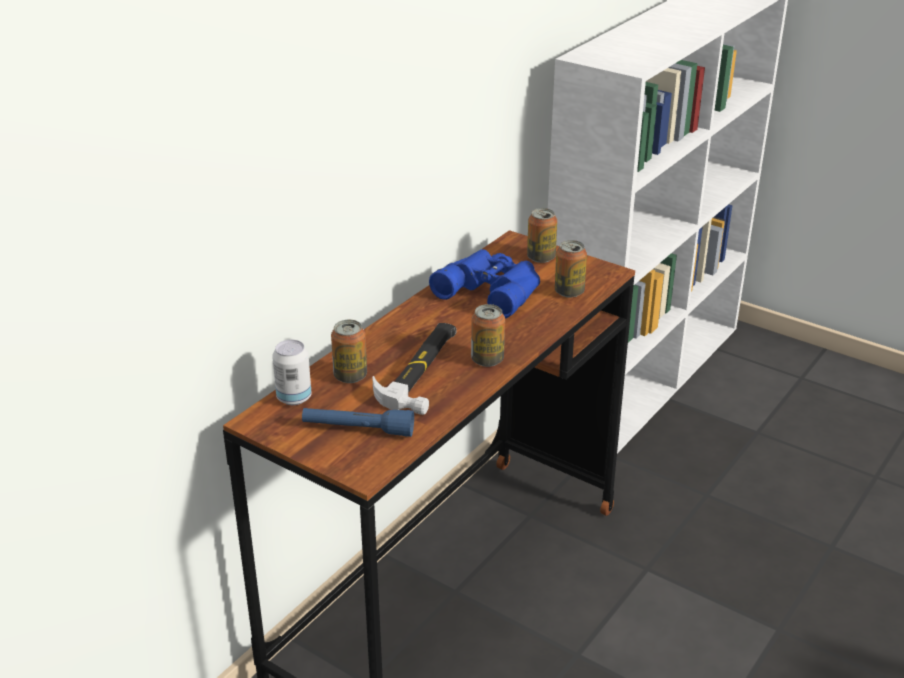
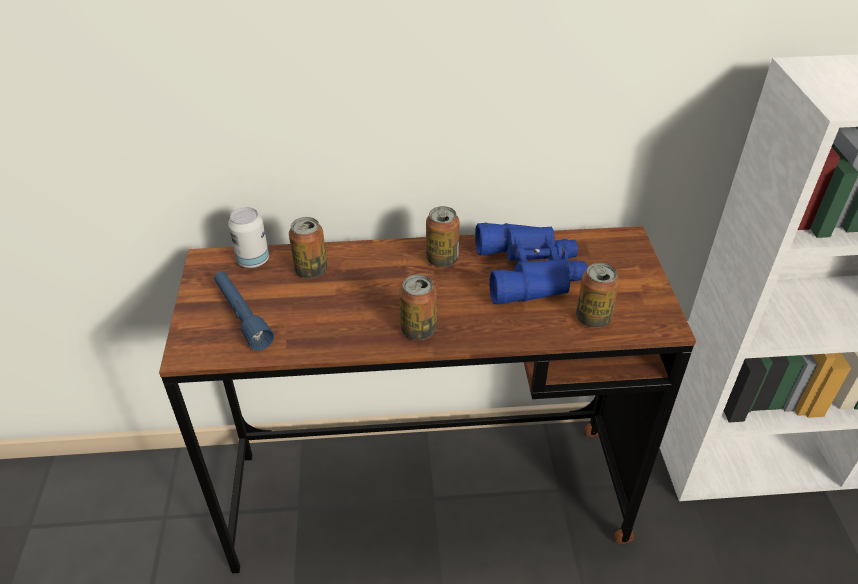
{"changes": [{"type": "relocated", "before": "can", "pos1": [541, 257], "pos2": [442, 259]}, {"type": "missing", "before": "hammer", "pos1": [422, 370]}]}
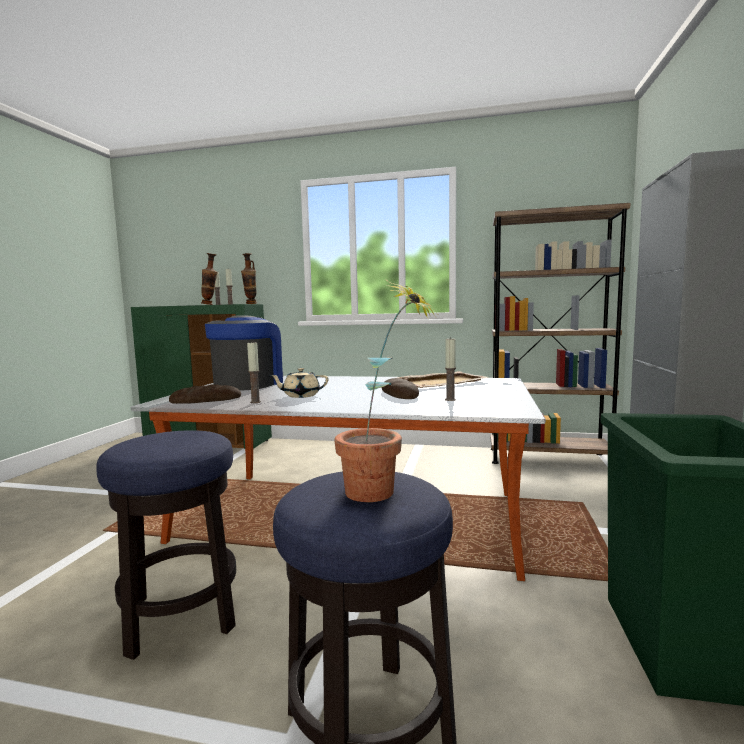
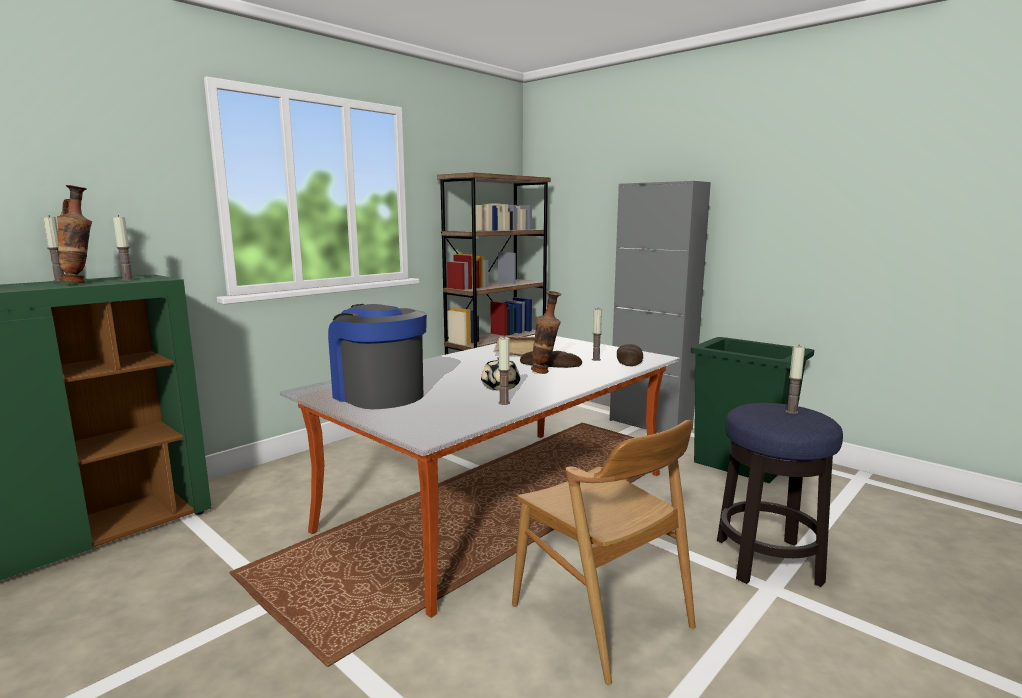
{"changes": [{"type": "relocated", "before": "vase", "pos1": [250, 304], "pos2": [545, 372]}, {"type": "exchanged", "before": "potted plant", "after": "candle", "pos1": [383, 495], "pos2": [791, 411]}, {"type": "relocated", "before": "bread", "pos1": [206, 400], "pos2": [629, 359]}, {"type": "exchanged", "before": "stool", "after": "brown chair", "pos1": [181, 616], "pos2": [601, 616]}]}
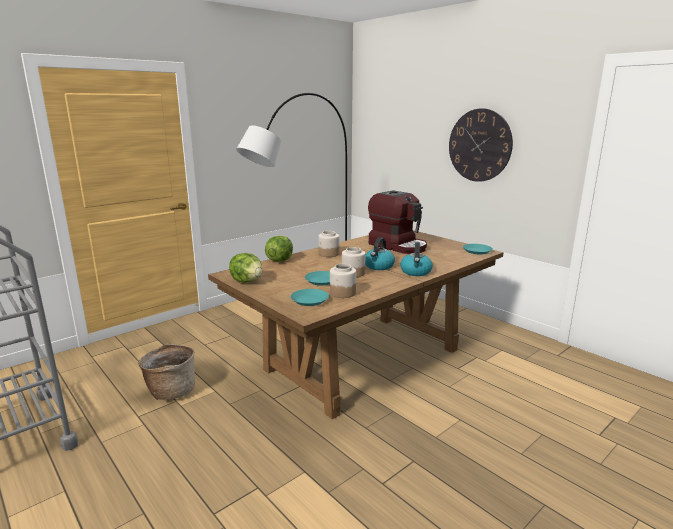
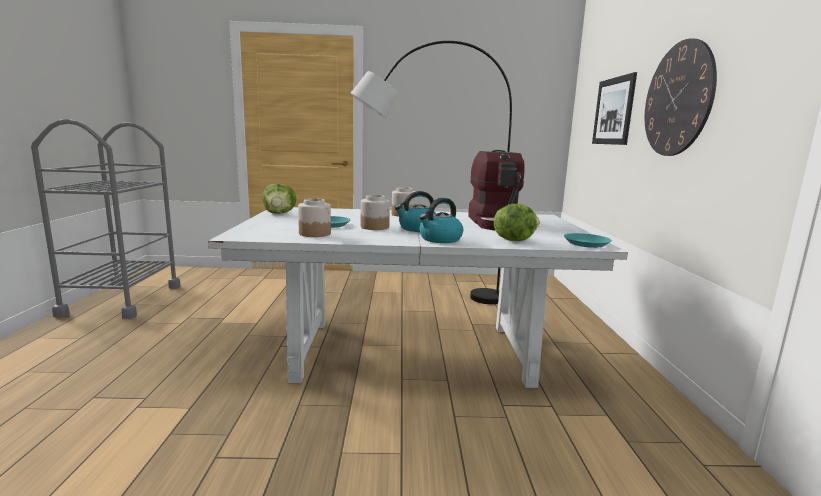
{"changes": [{"type": "colour", "before": "brown dining table", "after": "white dining table", "pos1": [364, 359], "pos2": [413, 351]}, {"type": "relocated", "before": "lettuce", "pos1": [279, 260], "pos2": [514, 240]}, {"type": "missing", "before": "turquoise plate", "pos1": [309, 300]}, {"type": "missing", "before": "basket", "pos1": [171, 390]}, {"type": "appeared", "after": "picture", "pos2": [613, 111]}]}
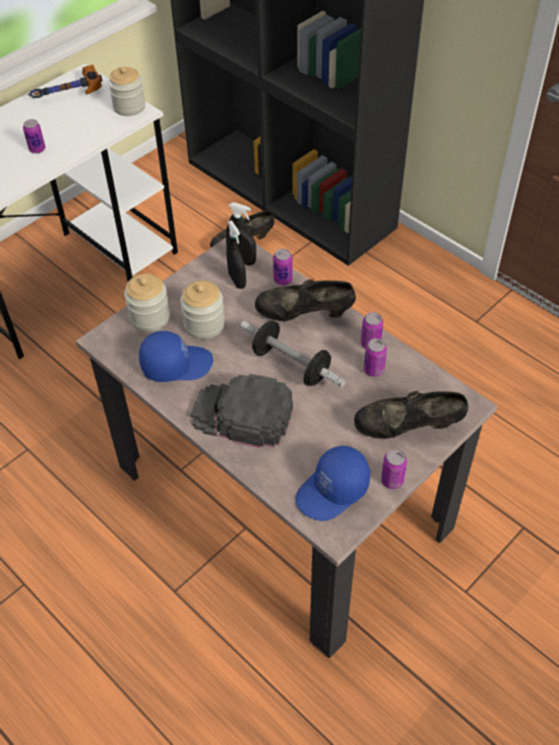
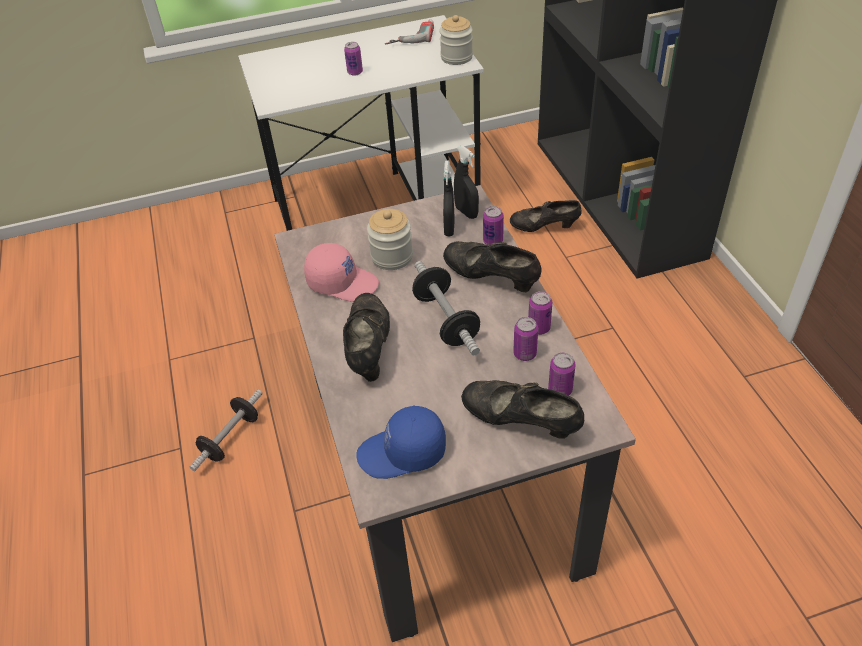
{"changes": [{"type": "exchanged", "before": "hammer", "after": "power drill", "pos1": [67, 95], "pos2": [410, 36]}, {"type": "missing", "before": "jar", "pos1": [150, 317]}, {"type": "colour", "before": "blue cap", "after": "pink cap", "pos1": [176, 364], "pos2": [342, 282]}, {"type": "exchanged", "before": "black cap", "after": "black shoe", "pos1": [242, 415], "pos2": [368, 348]}, {"type": "relocated", "before": "can", "pos1": [392, 480], "pos2": [560, 390]}, {"type": "appeared", "after": "dumbbell", "pos2": [231, 438]}]}
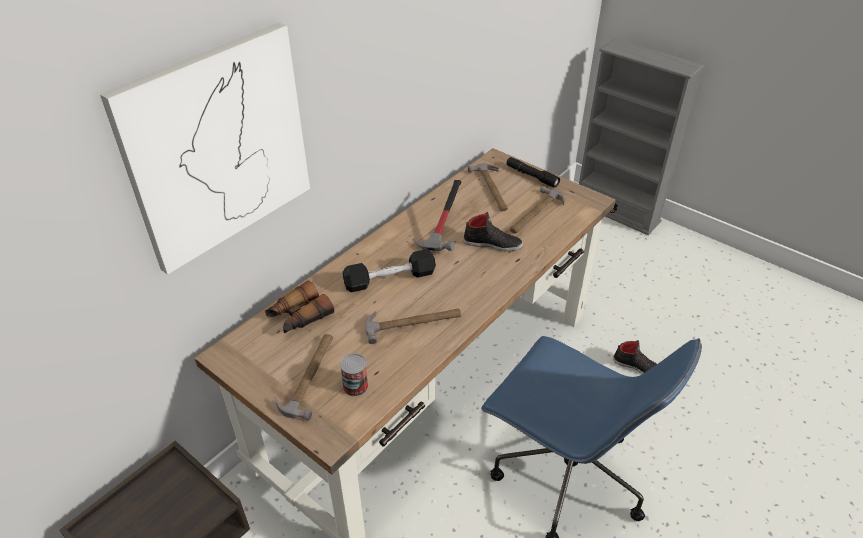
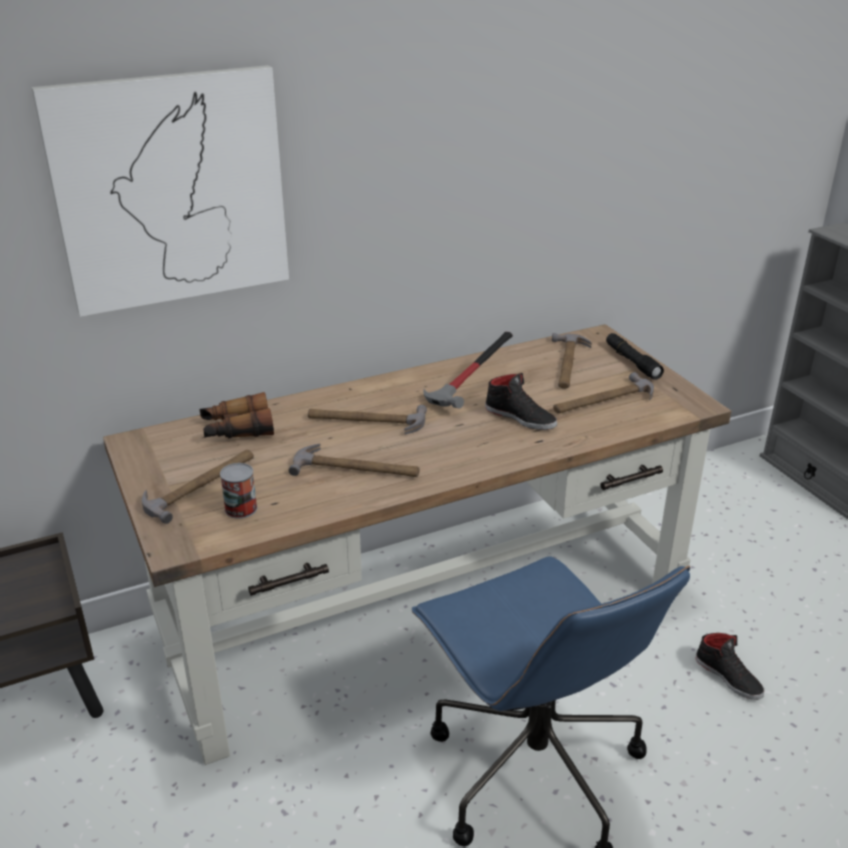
{"changes": [{"type": "exchanged", "before": "black dumbbell", "after": "hammer", "pos1": [390, 279], "pos2": [366, 421]}]}
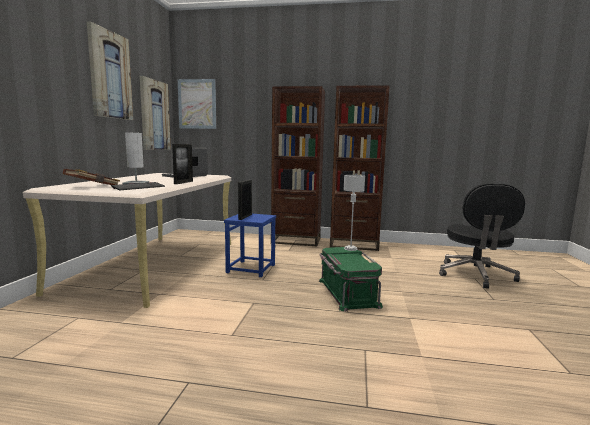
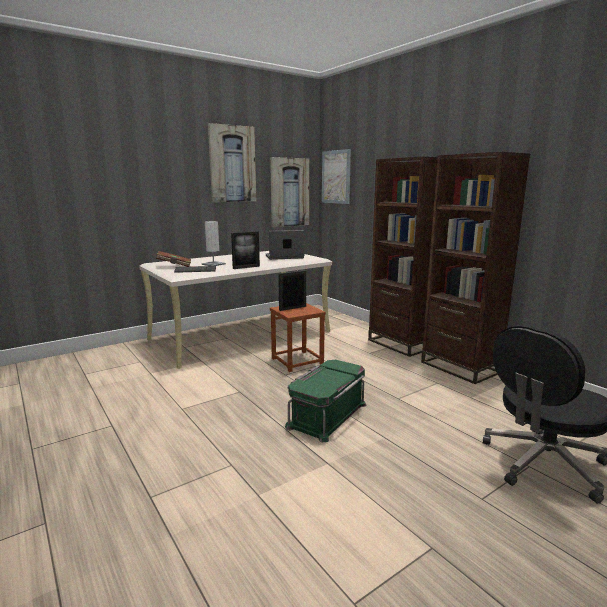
{"changes": [{"type": "missing", "before": "grey table lamp", "pos1": [350, 249]}, {"type": "colour", "before": "blue stool", "after": "brown stool", "pos1": [251, 268], "pos2": [297, 361]}]}
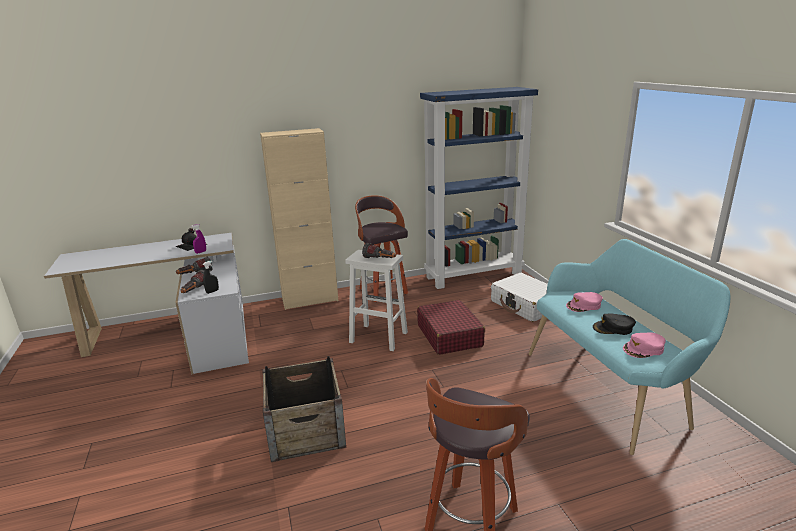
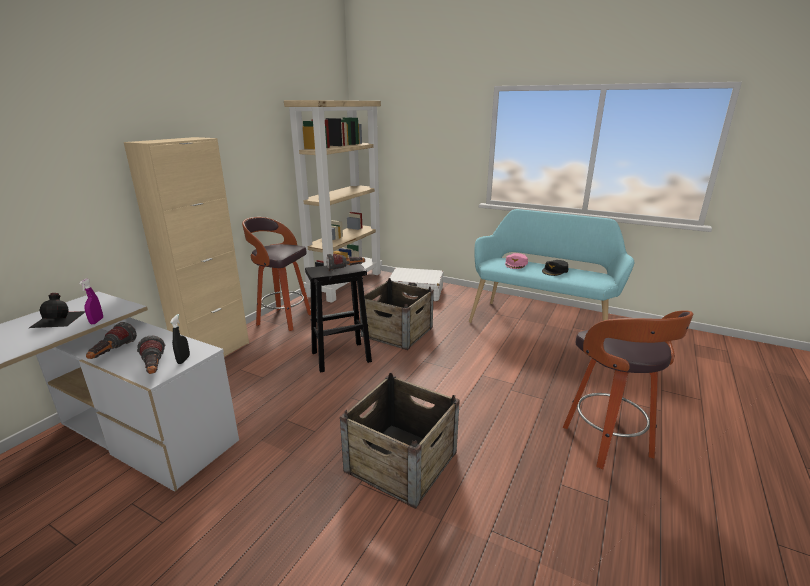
{"changes": [{"type": "colour", "before": "blue bookcase", "after": "beige bookcase", "pos1": [474, 275], "pos2": [345, 283]}, {"type": "colour", "before": "white stool", "after": "black stool", "pos1": [377, 337], "pos2": [340, 357]}, {"type": "exchanged", "before": "red suitcase", "after": "crate", "pos1": [449, 335], "pos2": [397, 332]}, {"type": "missing", "before": "pink cap", "pos1": [644, 349]}]}
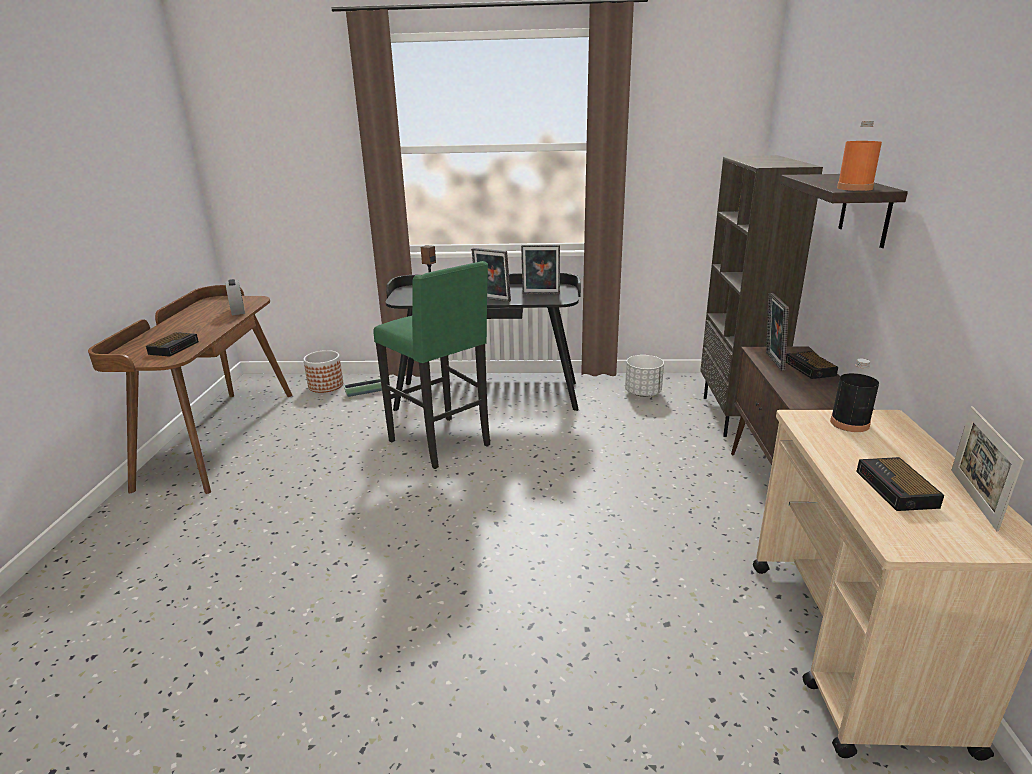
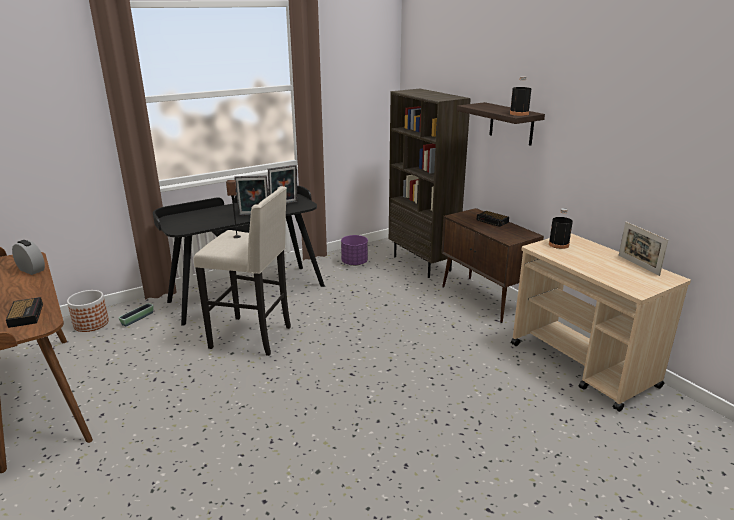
{"changes": [{"type": "colour", "before": "orange bottle", "after": "black bottle", "pos1": [854, 188], "pos2": [519, 114]}, {"type": "colour", "before": "green stool", "after": "beige stool", "pos1": [442, 443], "pos2": [253, 337]}, {"type": "missing", "before": "picture frame", "pos1": [772, 361]}, {"type": "colour", "before": "white planter", "after": "purple planter", "pos1": [643, 393], "pos2": [354, 263]}, {"type": "missing", "before": "alarm clock", "pos1": [897, 490]}]}
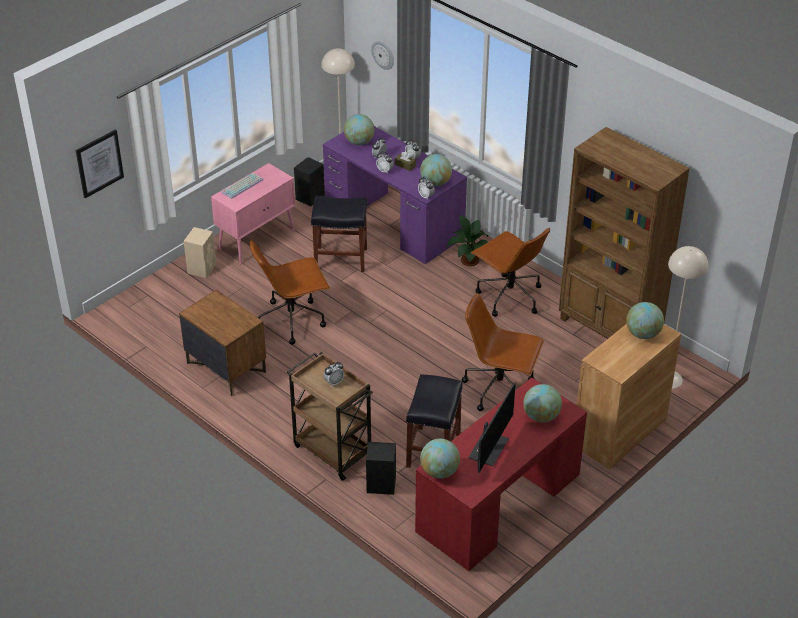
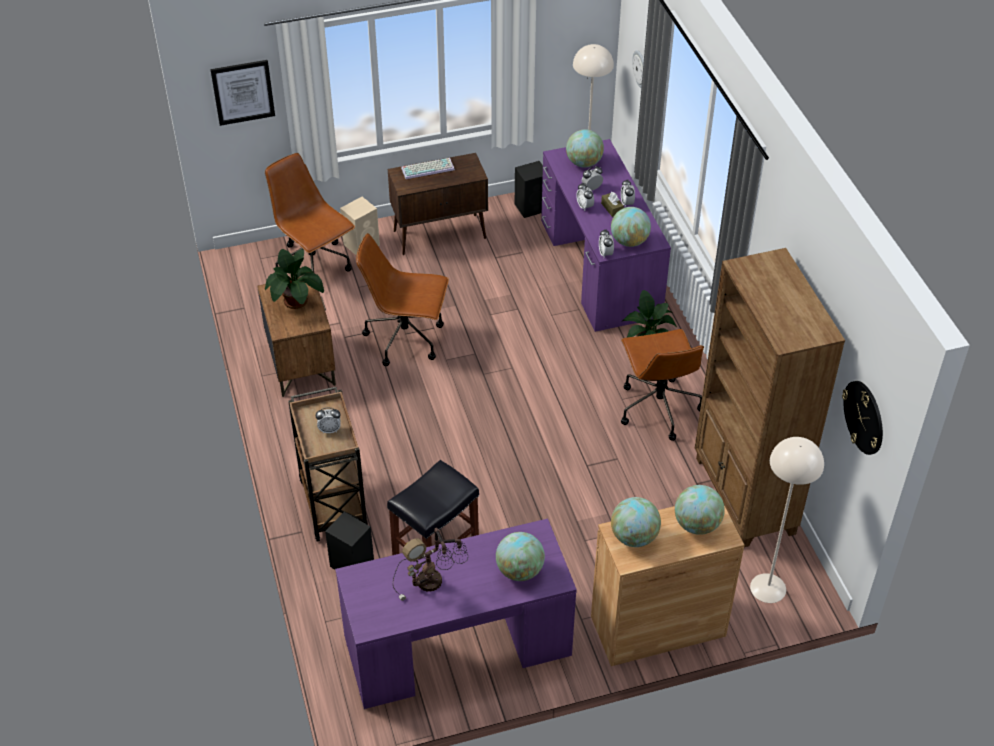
{"changes": [{"type": "colour", "before": "pink cabinet", "after": "brown cabinet", "pos1": [257, 239], "pos2": [440, 234]}, {"type": "missing", "before": "black stool", "pos1": [340, 259]}, {"type": "relocated", "before": "brown office chair", "pos1": [500, 389], "pos2": [314, 265]}, {"type": "colour", "before": "red desk", "after": "purple desk", "pos1": [497, 502], "pos2": [456, 644]}, {"type": "exchanged", "before": "monitor", "after": "table lamp", "pos1": [488, 448], "pos2": [431, 581]}, {"type": "relocated", "before": "globe", "pos1": [439, 471], "pos2": [634, 537]}, {"type": "appeared", "after": "potted plant", "pos2": [296, 302]}, {"type": "appeared", "after": "wall clock", "pos2": [864, 417]}]}
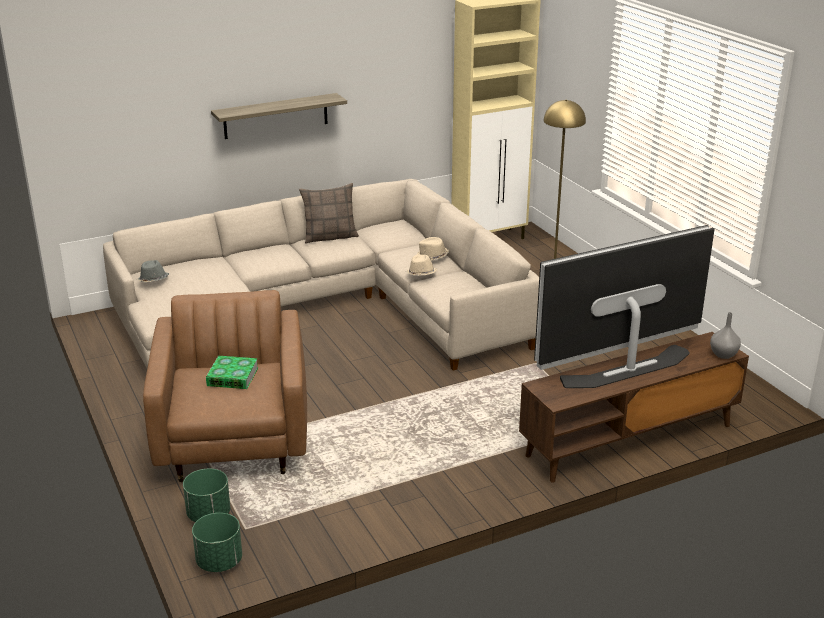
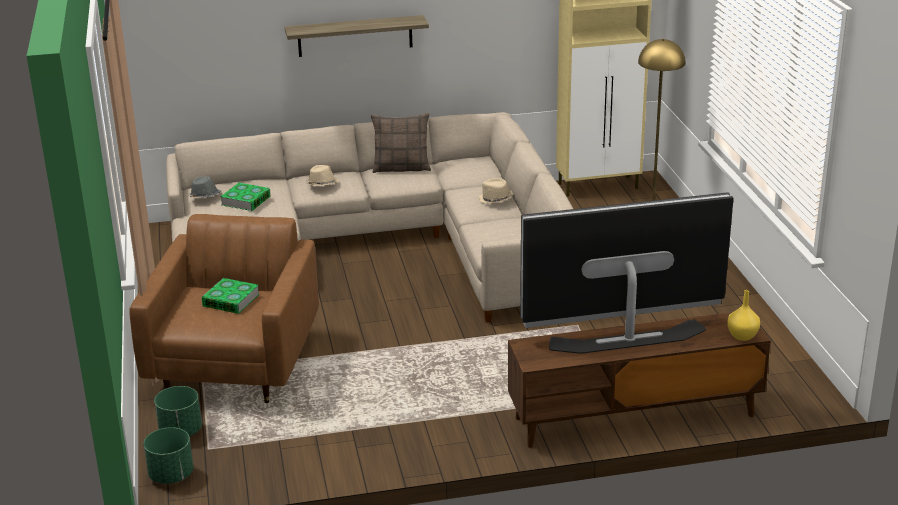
{"changes": [{"type": "relocated", "before": "beige hat", "pos1": [421, 274], "pos2": [322, 185]}, {"type": "colour", "before": "grey vase", "after": "yellow vase", "pos1": [723, 354], "pos2": [742, 336]}, {"type": "appeared", "after": "book", "pos2": [246, 201]}]}
